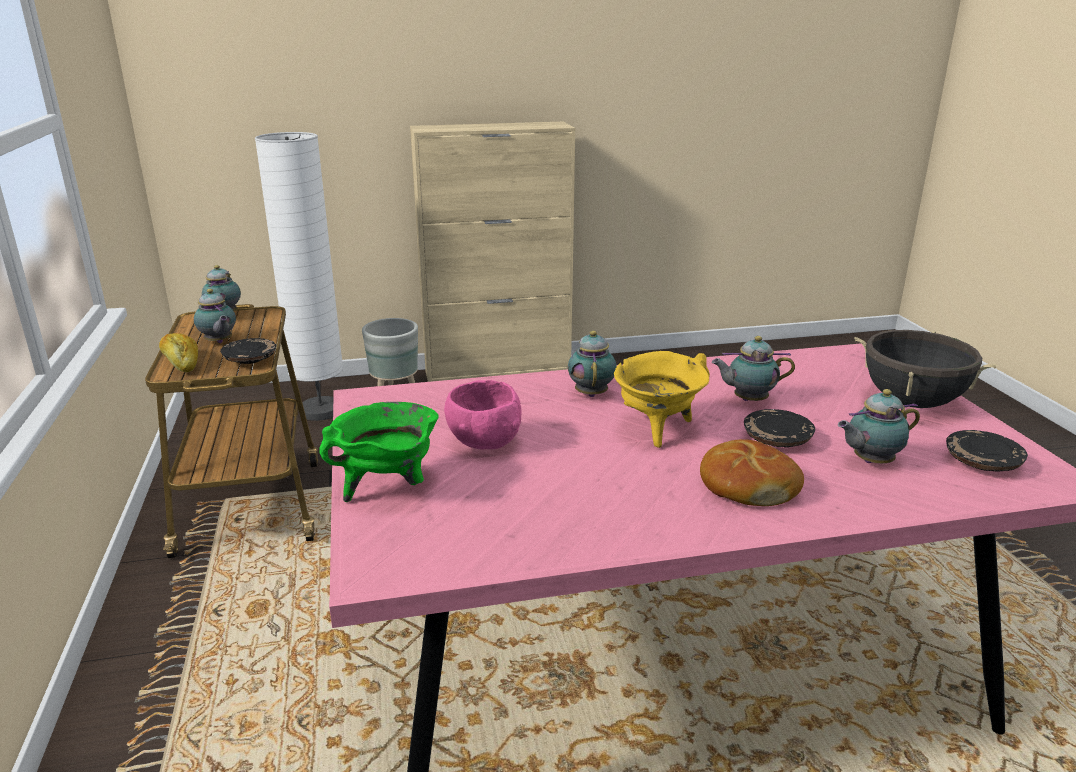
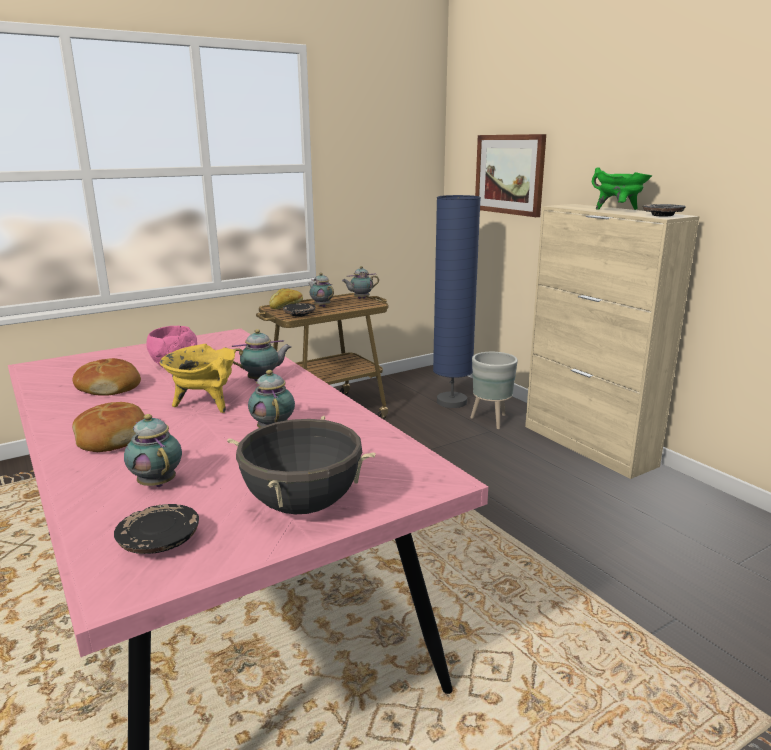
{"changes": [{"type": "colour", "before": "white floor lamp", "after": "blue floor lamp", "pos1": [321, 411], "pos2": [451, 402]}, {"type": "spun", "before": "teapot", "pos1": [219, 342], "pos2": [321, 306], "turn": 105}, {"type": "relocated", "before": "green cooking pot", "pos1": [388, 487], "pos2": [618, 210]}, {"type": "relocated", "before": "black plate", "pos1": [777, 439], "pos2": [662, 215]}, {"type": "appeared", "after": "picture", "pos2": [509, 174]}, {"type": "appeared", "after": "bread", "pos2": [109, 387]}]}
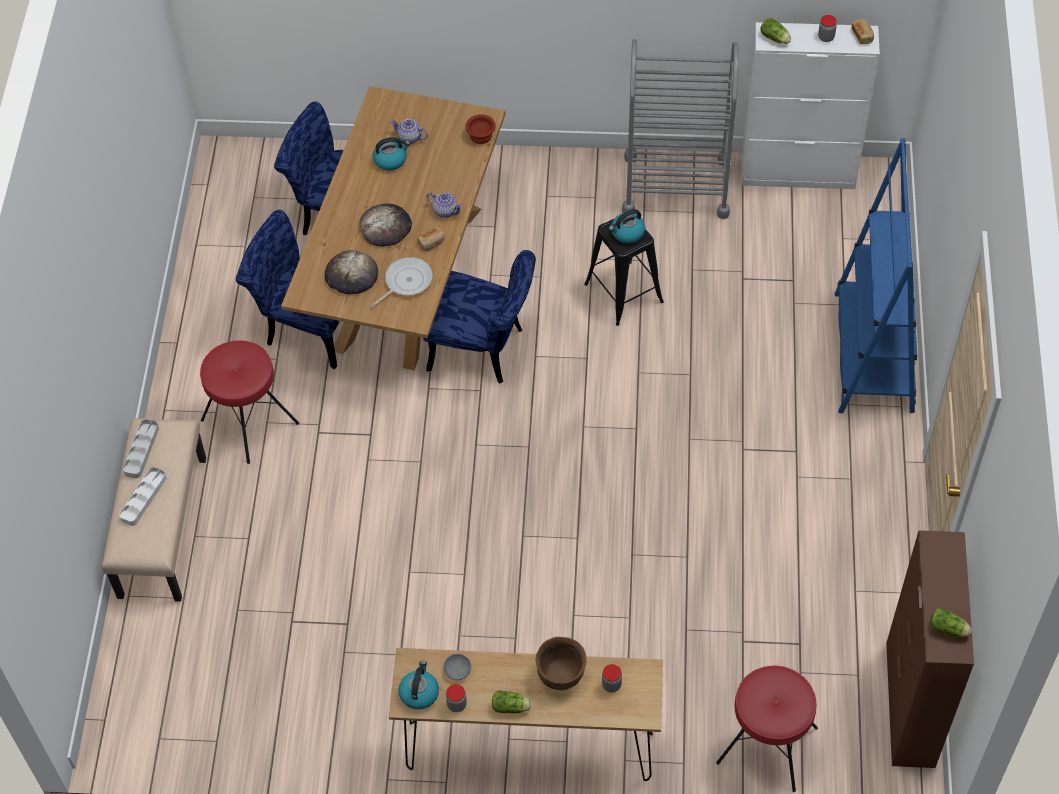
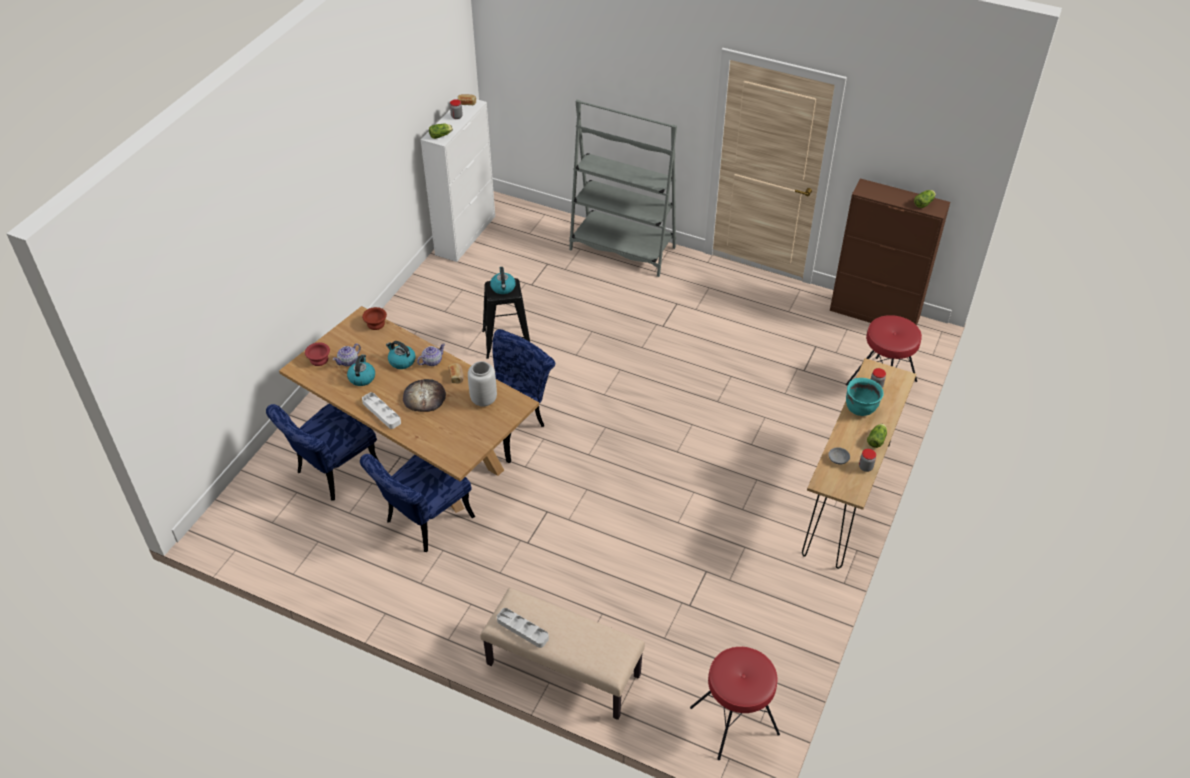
{"changes": [{"type": "missing", "before": "grey cart", "pos1": [676, 185]}, {"type": "colour", "before": "blue bookcase", "after": "grey bookcase", "pos1": [873, 352], "pos2": [622, 249]}, {"type": "missing", "before": "bread", "pos1": [351, 275]}, {"type": "exchanged", "before": "frying pan", "after": "grey vase", "pos1": [406, 281], "pos2": [483, 400]}, {"type": "relocated", "before": "red stool", "pos1": [249, 422], "pos2": [735, 721]}, {"type": "relocated", "before": "white tray", "pos1": [143, 498], "pos2": [381, 412]}, {"type": "colour", "before": "brown cooking pot", "after": "turquoise cooking pot", "pos1": [561, 675], "pos2": [860, 408]}, {"type": "relocated", "before": "kettle", "pos1": [419, 693], "pos2": [401, 361]}, {"type": "appeared", "after": "red bowl", "pos2": [319, 359]}]}
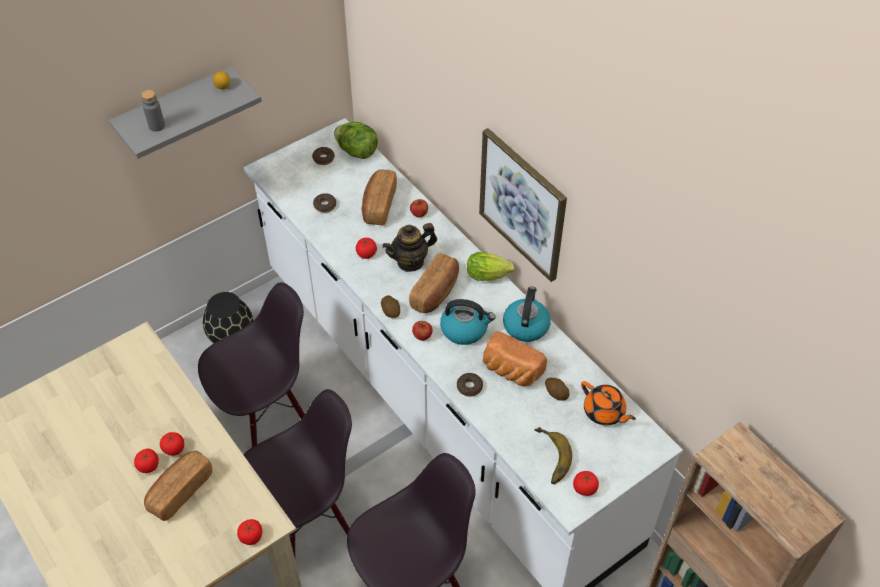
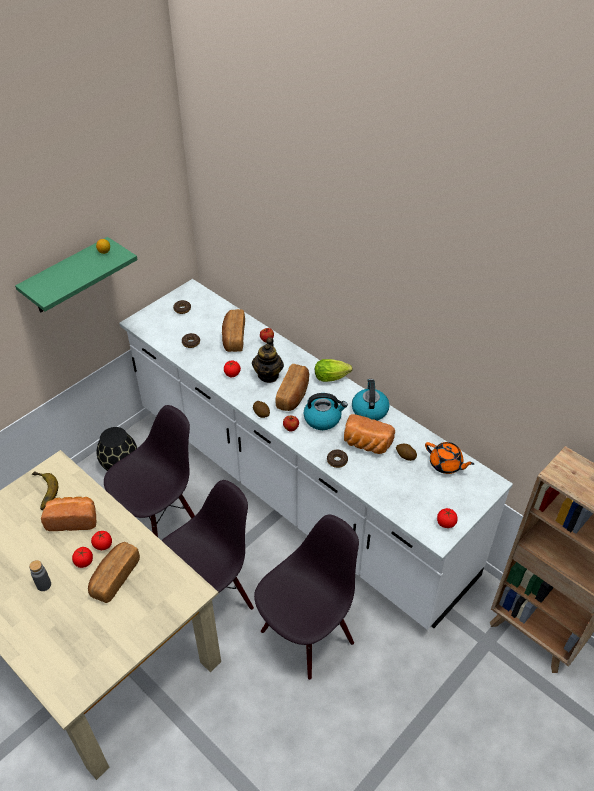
{"changes": [{"type": "colour", "before": "grey shelf", "after": "green shelf", "pos1": [176, 112], "pos2": [67, 277]}, {"type": "relocated", "before": "grey bottle", "pos1": [156, 126], "pos2": [44, 585]}, {"type": "missing", "before": "lettuce", "pos1": [357, 151]}, {"type": "missing", "before": "picture", "pos1": [522, 204]}, {"type": "spun", "before": "teapot", "pos1": [410, 261], "pos2": [268, 375], "turn": -45}, {"type": "relocated", "before": "banana", "pos1": [548, 458], "pos2": [41, 492]}, {"type": "missing", "before": "tomato", "pos1": [251, 537]}, {"type": "appeared", "after": "bread", "pos2": [73, 519]}]}
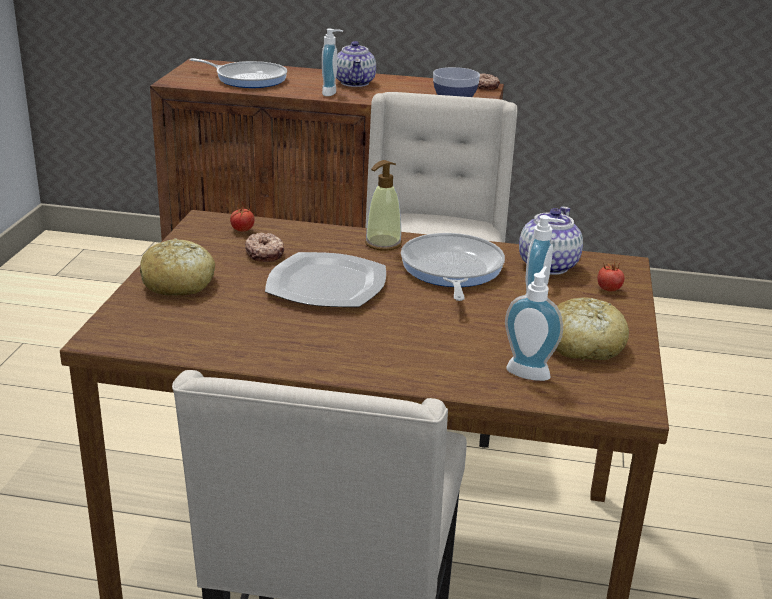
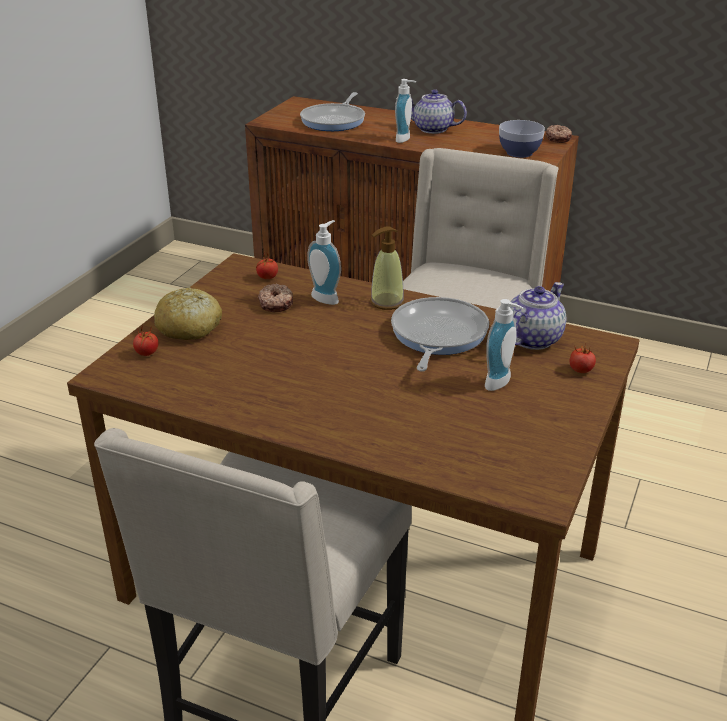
{"changes": [{"type": "spun", "before": "teapot", "pos1": [355, 83], "pos2": [432, 129], "turn": 105}, {"type": "spun", "before": "frying pan", "pos1": [248, 79], "pos2": [335, 121], "turn": 75}, {"type": "missing", "before": "plate", "pos1": [325, 285]}, {"type": "relocated", "before": "soap dispenser", "pos1": [529, 371], "pos2": [327, 297]}, {"type": "missing", "before": "bread", "pos1": [583, 345]}, {"type": "appeared", "after": "tomato", "pos2": [147, 353]}]}
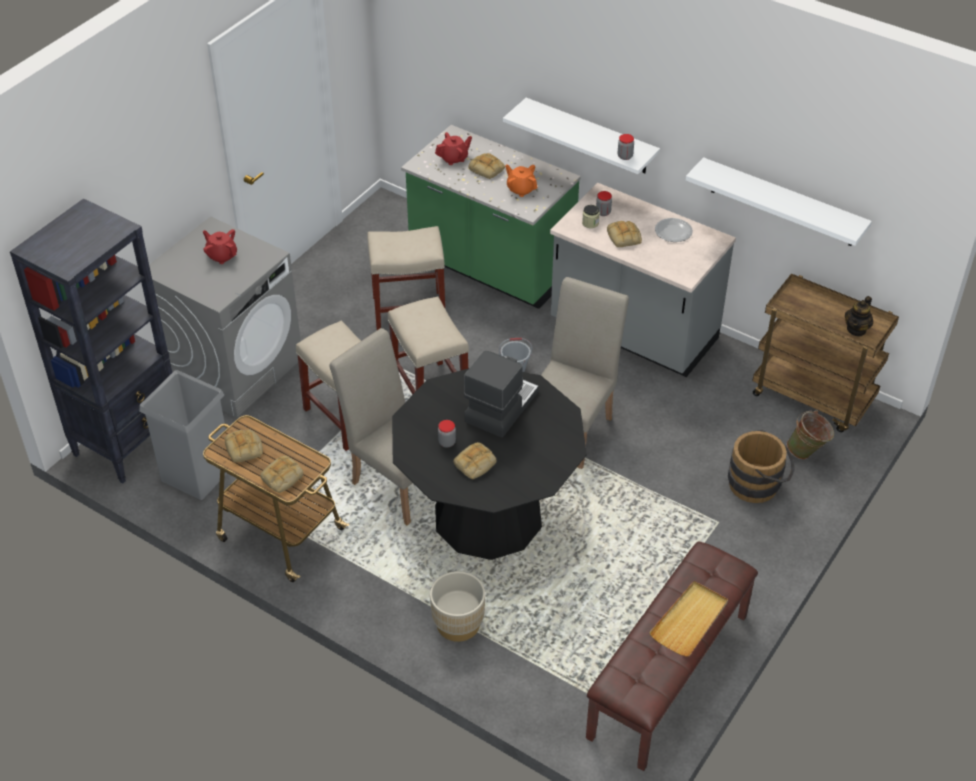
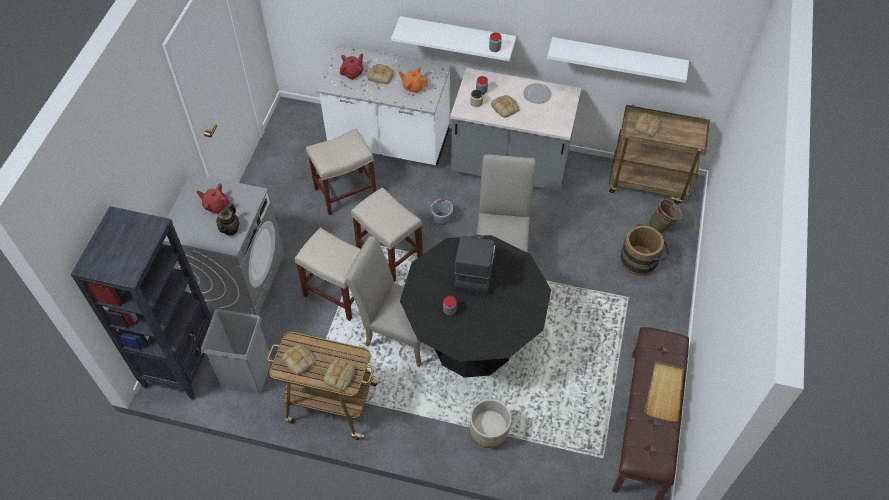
{"changes": [{"type": "colour", "before": "green counter", "after": "white counter", "pos1": [490, 268], "pos2": [389, 142]}, {"type": "relocated", "before": "teapot", "pos1": [856, 329], "pos2": [230, 229]}, {"type": "relocated", "before": "bread", "pos1": [475, 464], "pos2": [647, 127]}]}
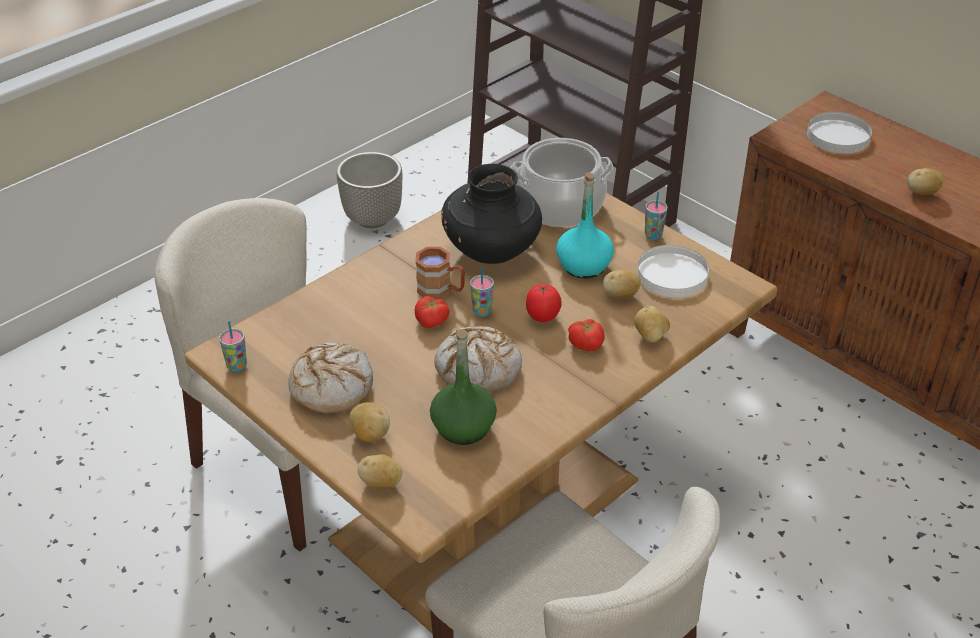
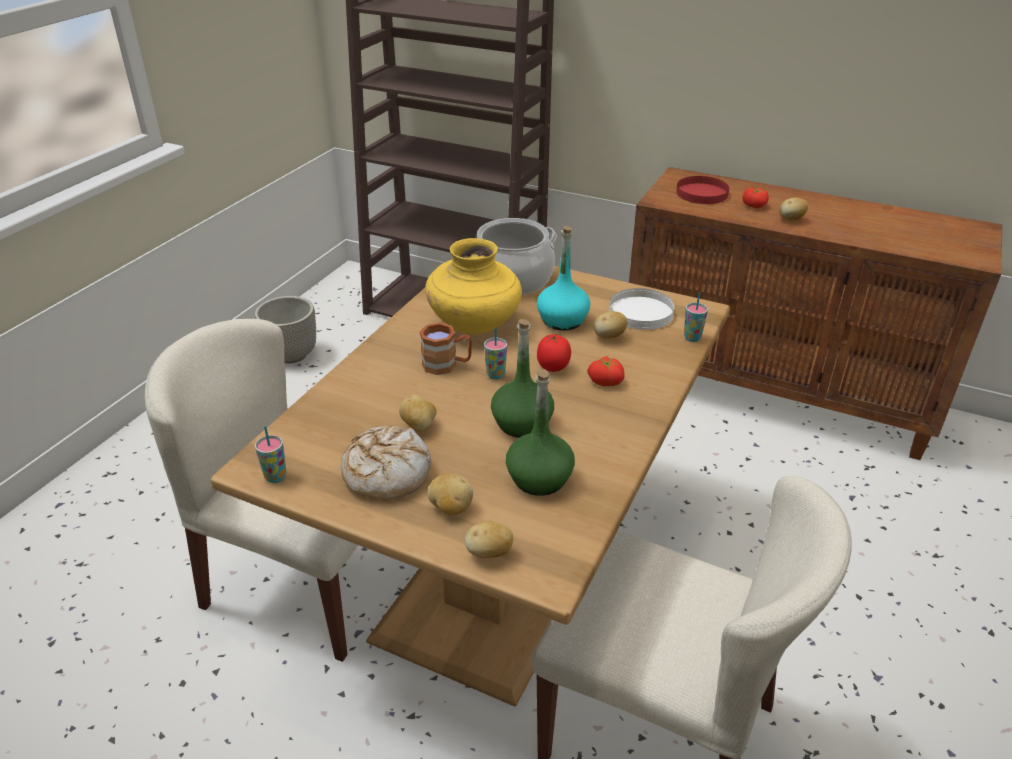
{"changes": [{"type": "colour", "before": "white plate", "after": "red plate", "pos1": [838, 136], "pos2": [702, 193]}, {"type": "colour", "before": "black vase", "after": "yellow vase", "pos1": [492, 251], "pos2": [475, 325]}, {"type": "relocated", "before": "cup", "pos1": [653, 235], "pos2": [692, 338]}, {"type": "relocated", "before": "tomato", "pos1": [432, 321], "pos2": [754, 205]}, {"type": "relocated", "before": "potato", "pos1": [650, 336], "pos2": [419, 426]}, {"type": "exchanged", "before": "bread", "after": "green bottle", "pos1": [479, 369], "pos2": [522, 423]}]}
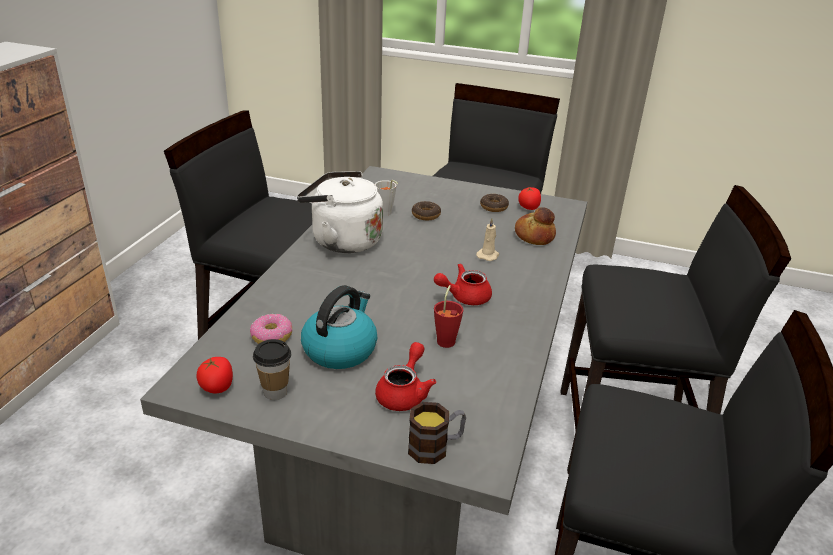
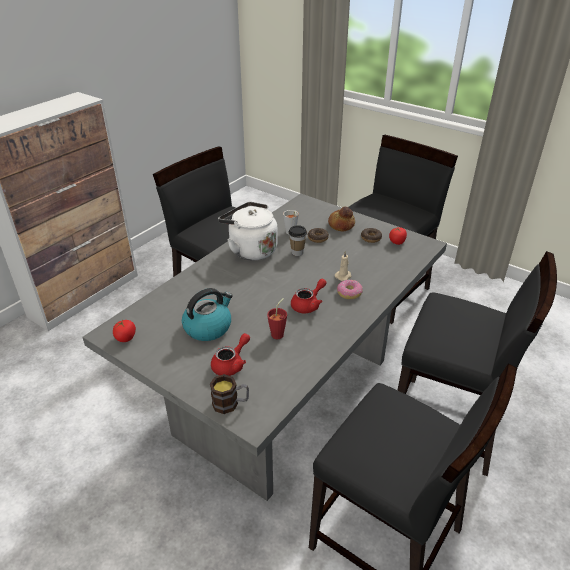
{"changes": [{"type": "relocated", "before": "bread", "pos1": [534, 236], "pos2": [341, 225]}, {"type": "spun", "before": "red teapot", "pos1": [464, 297], "pos2": [308, 305], "turn": 135}, {"type": "relocated", "before": "donut", "pos1": [271, 336], "pos2": [349, 293]}, {"type": "relocated", "before": "cup", "pos1": [275, 392], "pos2": [297, 252]}]}
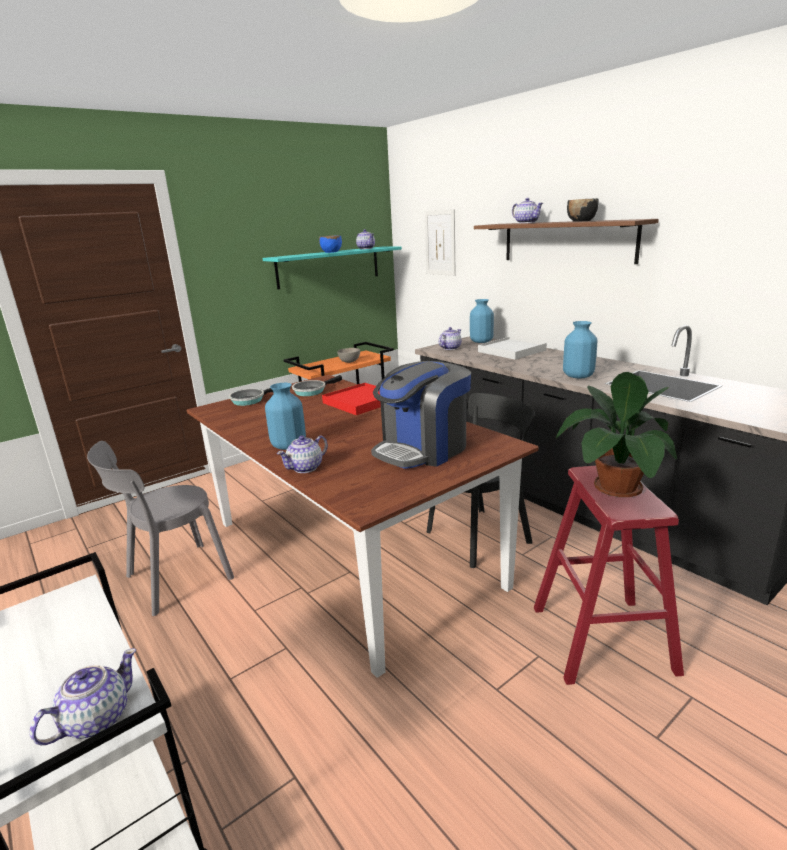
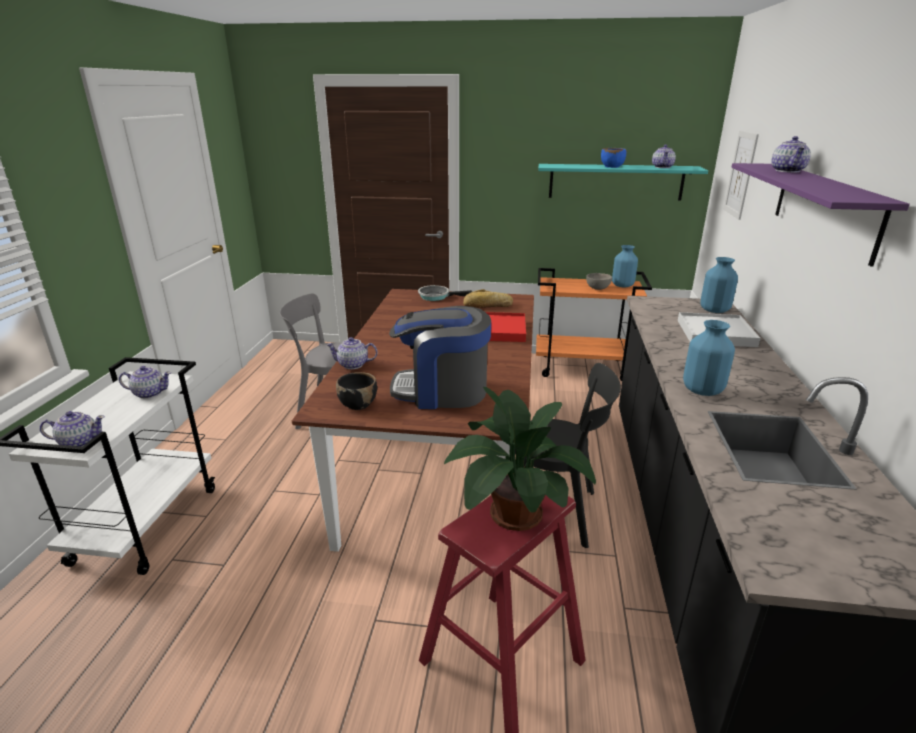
{"changes": [{"type": "relocated", "before": "black bowl", "pos1": [581, 221], "pos2": [358, 404]}, {"type": "colour", "before": "brown shelf", "after": "purple shelf", "pos1": [567, 241], "pos2": [824, 208]}, {"type": "relocated", "before": "teapot", "pos1": [450, 348], "pos2": [149, 393]}, {"type": "exchanged", "before": "frying pan", "after": "bread", "pos1": [312, 391], "pos2": [488, 305]}, {"type": "relocated", "before": "blue vase", "pos1": [288, 445], "pos2": [622, 285]}]}
